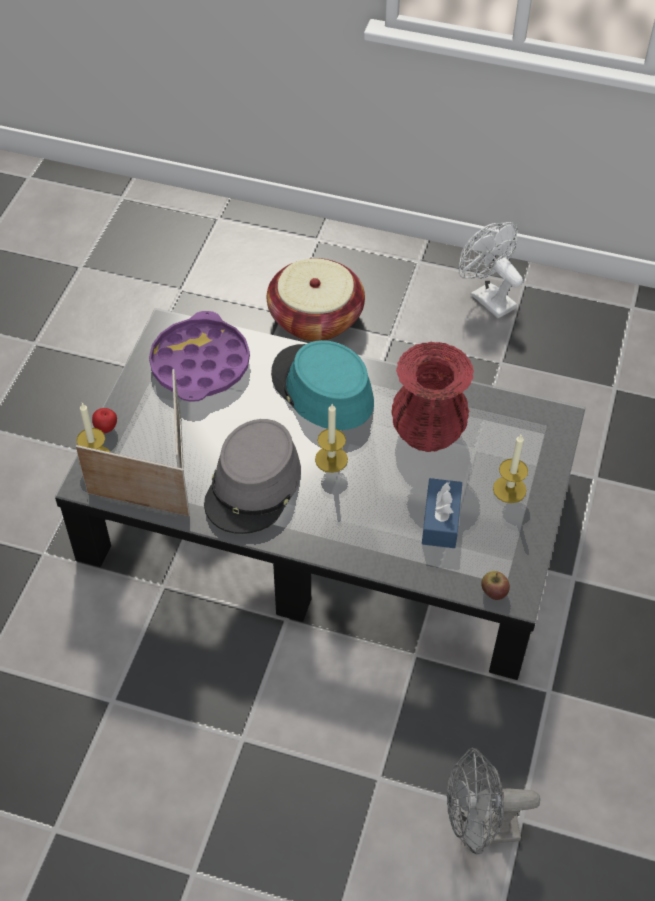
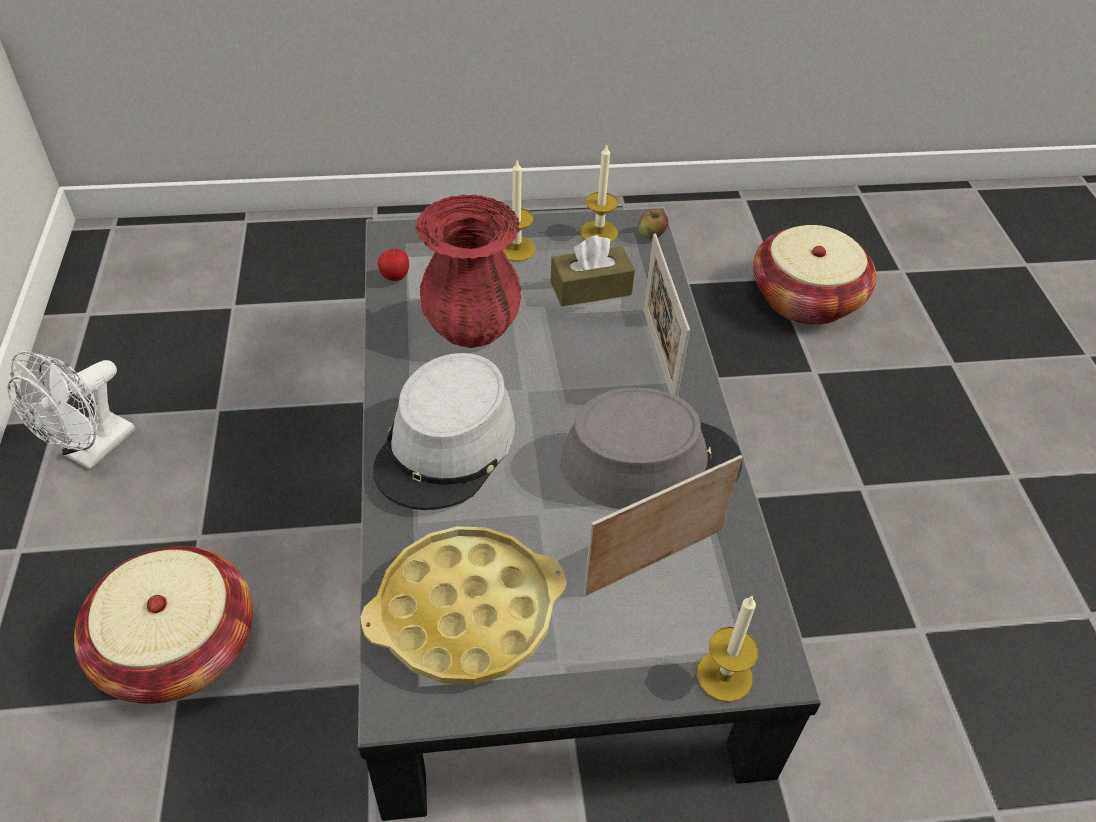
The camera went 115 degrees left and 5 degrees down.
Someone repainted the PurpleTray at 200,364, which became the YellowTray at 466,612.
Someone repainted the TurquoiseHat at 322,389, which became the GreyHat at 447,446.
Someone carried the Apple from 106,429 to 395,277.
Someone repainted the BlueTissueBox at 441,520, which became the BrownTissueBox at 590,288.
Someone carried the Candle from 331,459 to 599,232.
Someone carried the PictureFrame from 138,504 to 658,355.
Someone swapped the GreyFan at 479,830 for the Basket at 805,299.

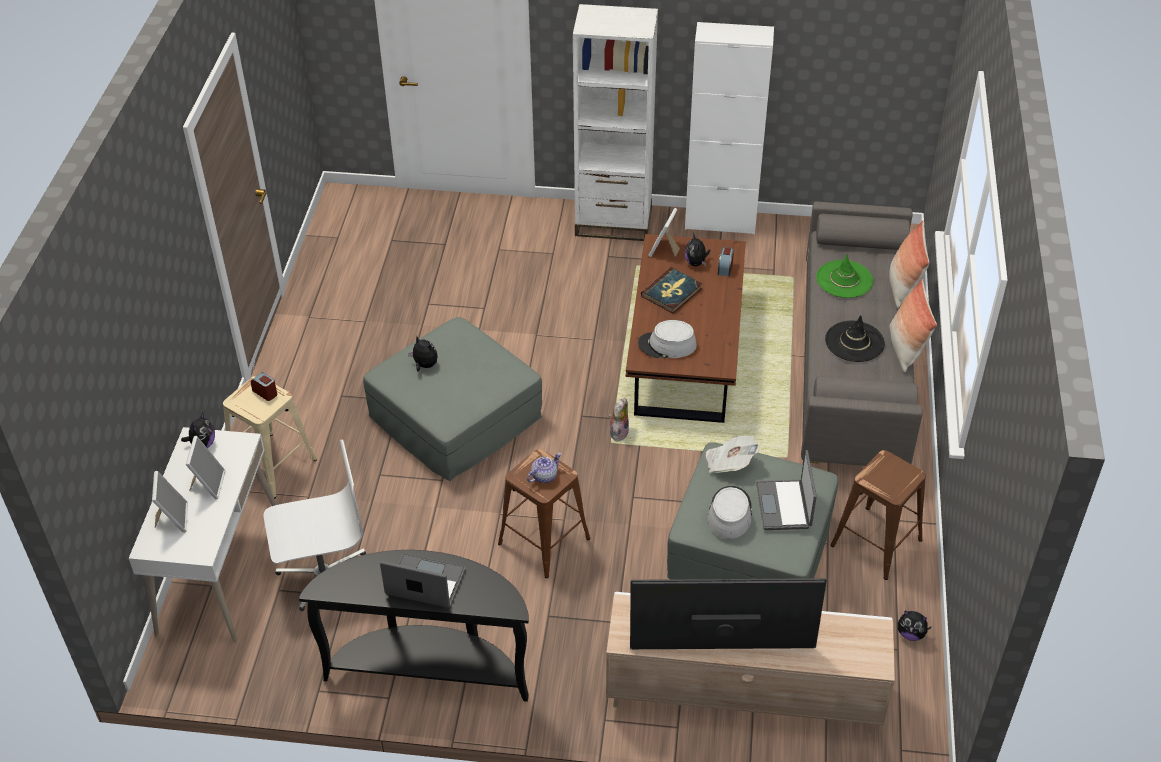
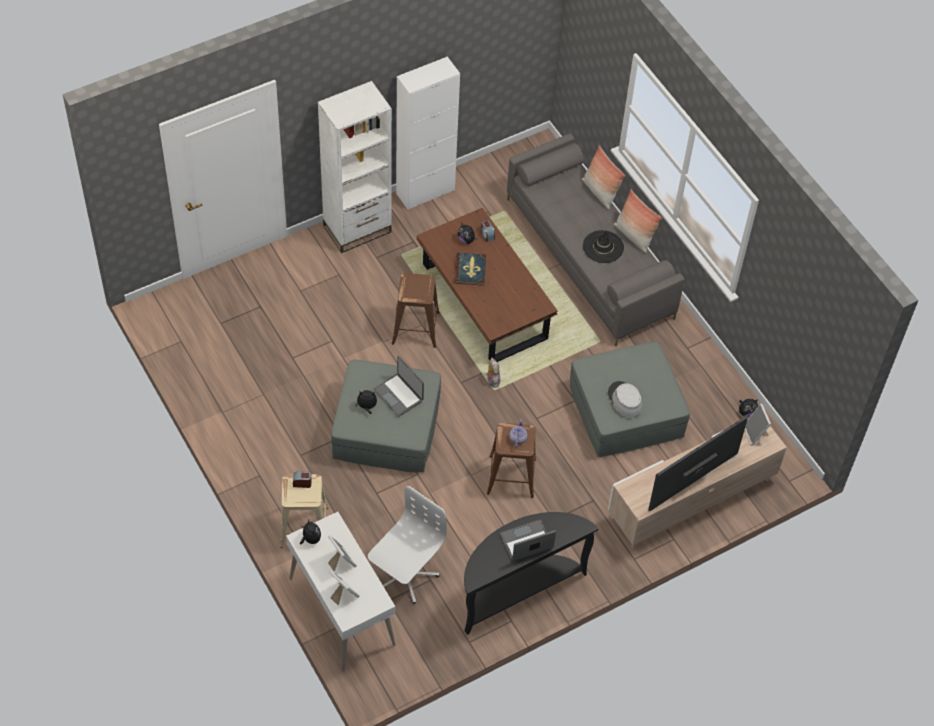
The camera went 40 degrees left and 10 degrees up.
Someone carried the Laptop from 785,506 to 399,395.
Someone carried the BrownStool from 877,543 to 416,328.
Someone carried the PictureFrame from 664,250 to 755,434.
Someone took away the GreyHat at 667,345.
Someone took away the Newspaper at 729,463.
Someone took away the GreenHat at 844,279.

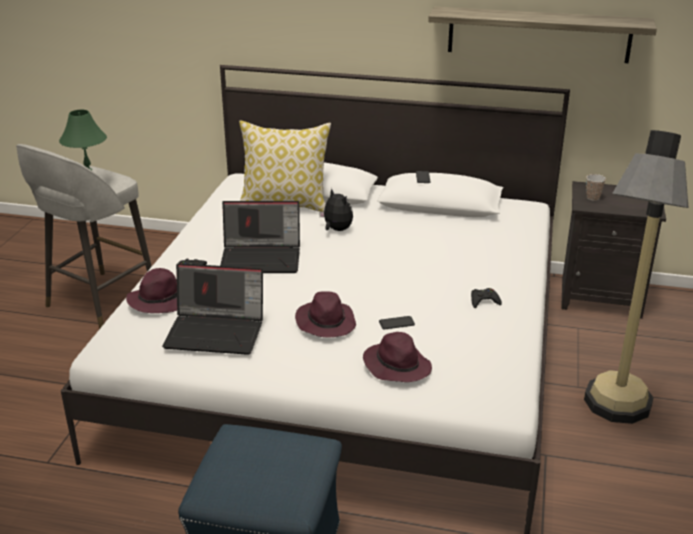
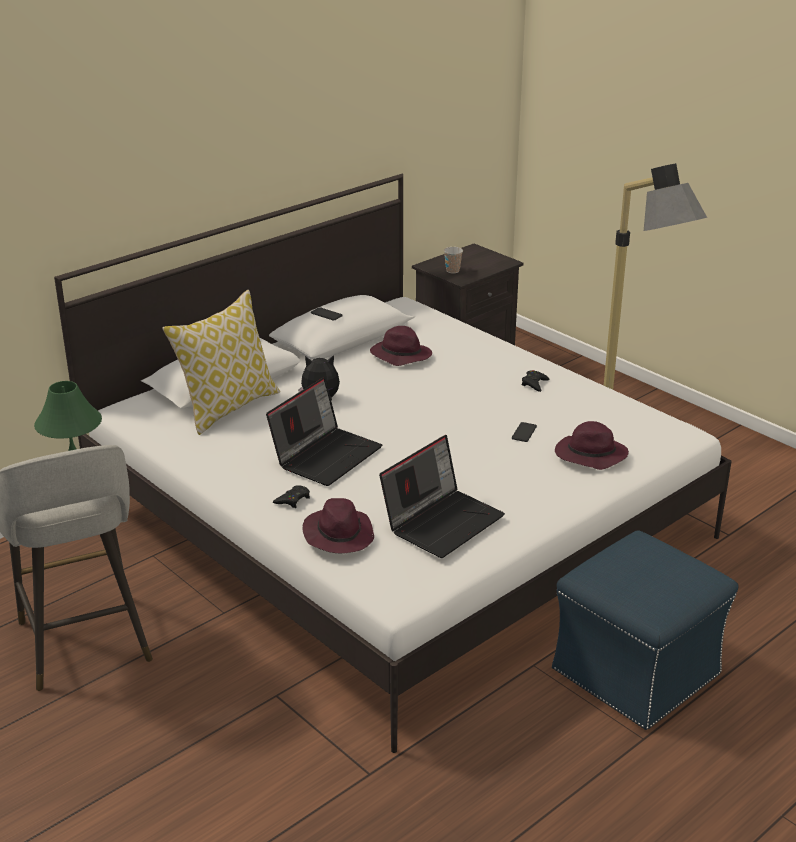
The camera went 55 degrees left and 0 degrees up.
Someone carried the PurpleHat from 325,322 to 400,355.
Someone took away the Shelf at 538,34.

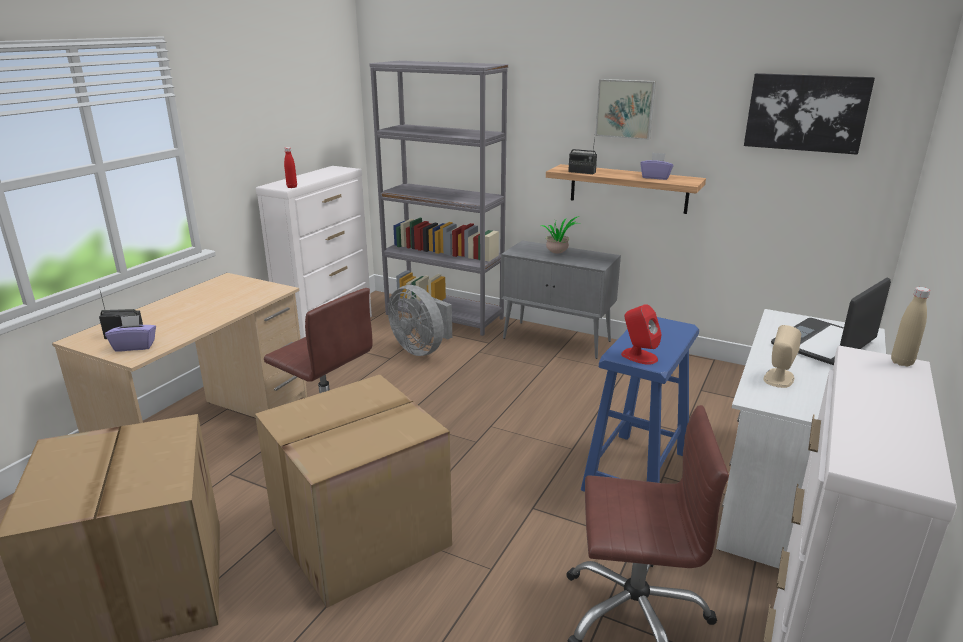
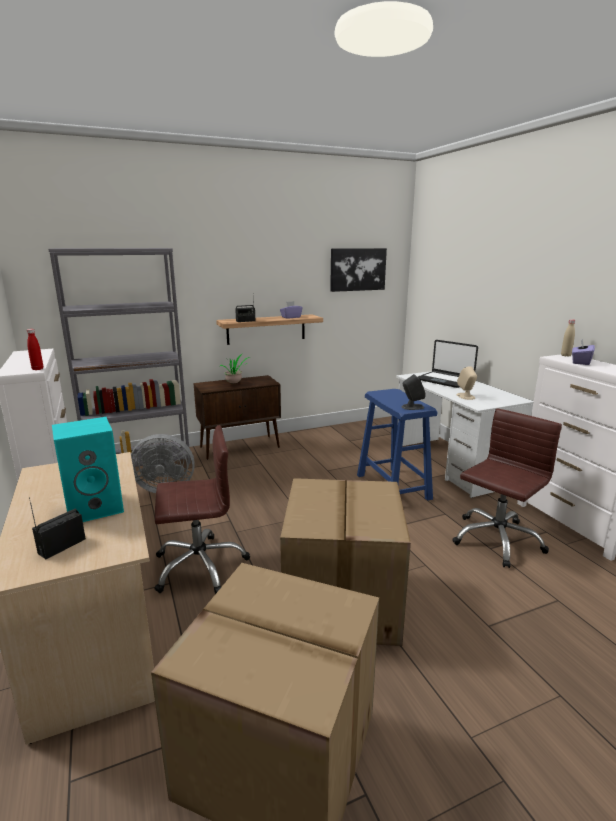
The camera went 50 degrees left and 5 degrees down.
Someone put down the TurquoiseSpeaker at 96,507.
Someone repainted the GreyCabinet at 557,340, which became the BrownCabinet at 240,447.
Someone repainted the RedSpeaker at 638,356, which became the GreySpeaker at 412,407.
Someone rotated the Laptop at 824,343 by 45 degrees counterclockwise.
Someone carried the PurpleTissueBox from 135,346 to 580,362.
Someone took away the Picture at 625,108.

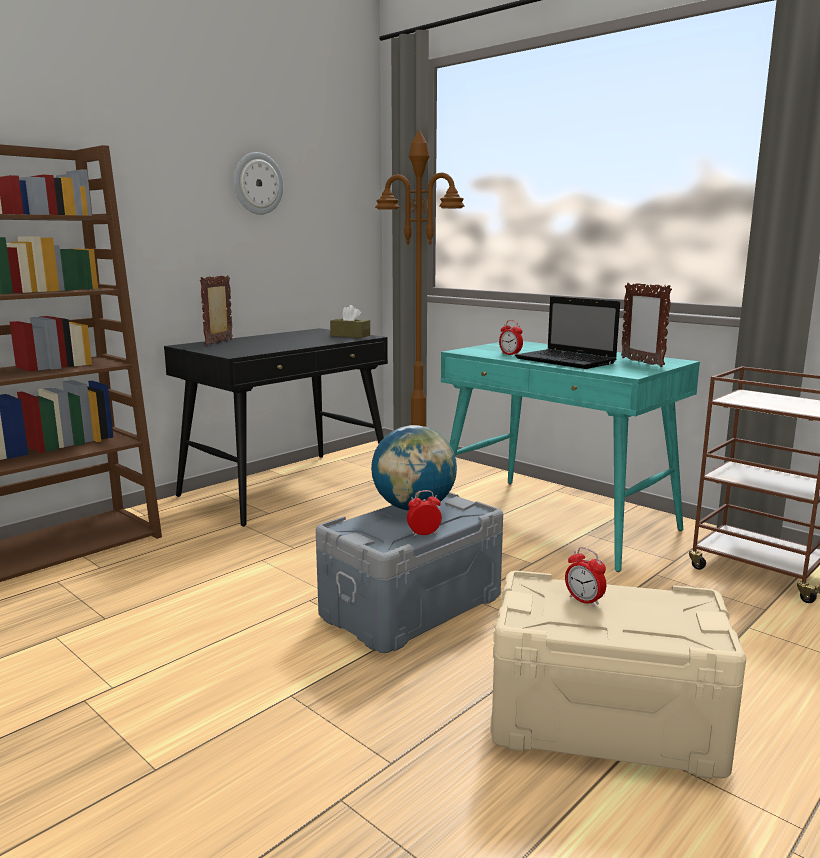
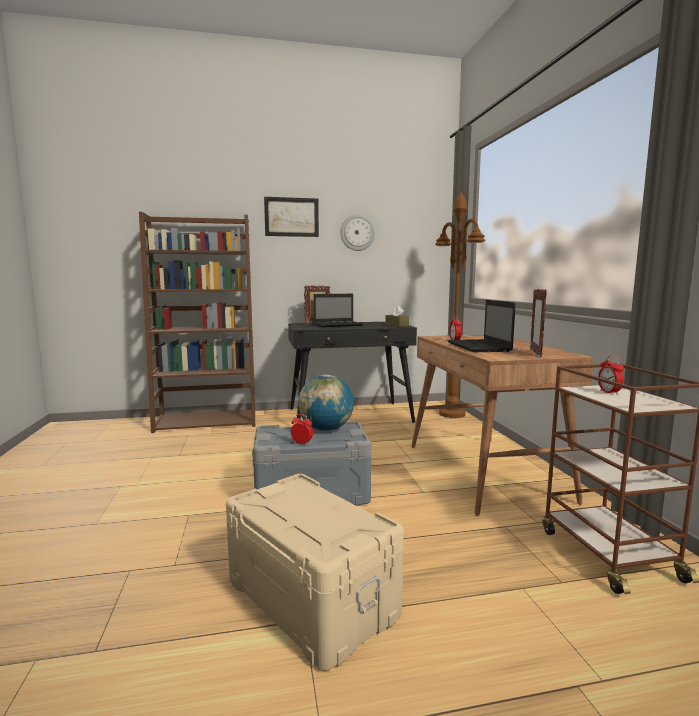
The camera went 35 degrees right and 5 degrees down.
Someone put up the Picture at 291,217.
Someone put down the Laptop at 339,325.
Someone repainted the TurquoiseDesk at 557,521, which became the BrownDesk at 485,472.
Someone carried the AlarmClock from 584,600 to 609,392.

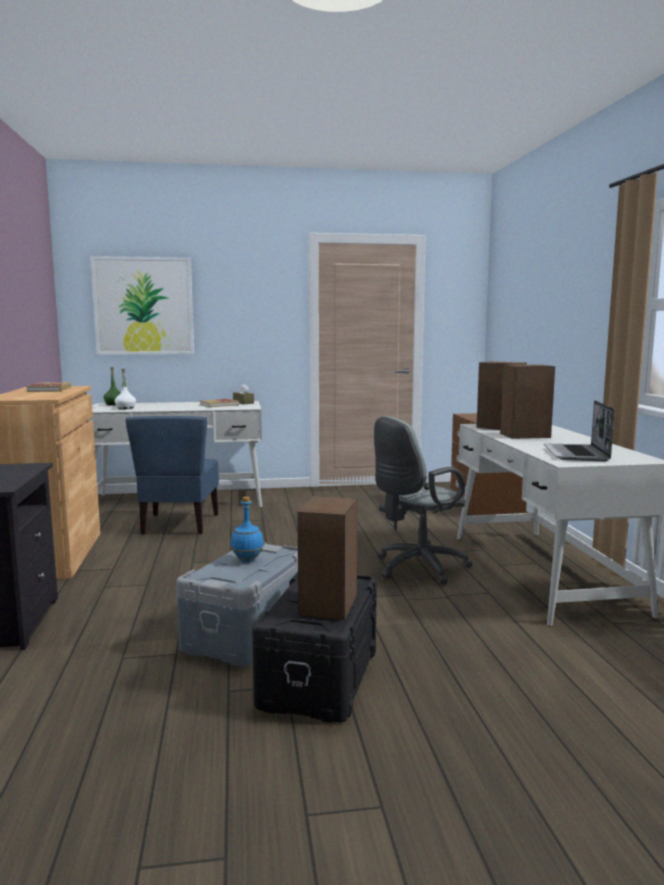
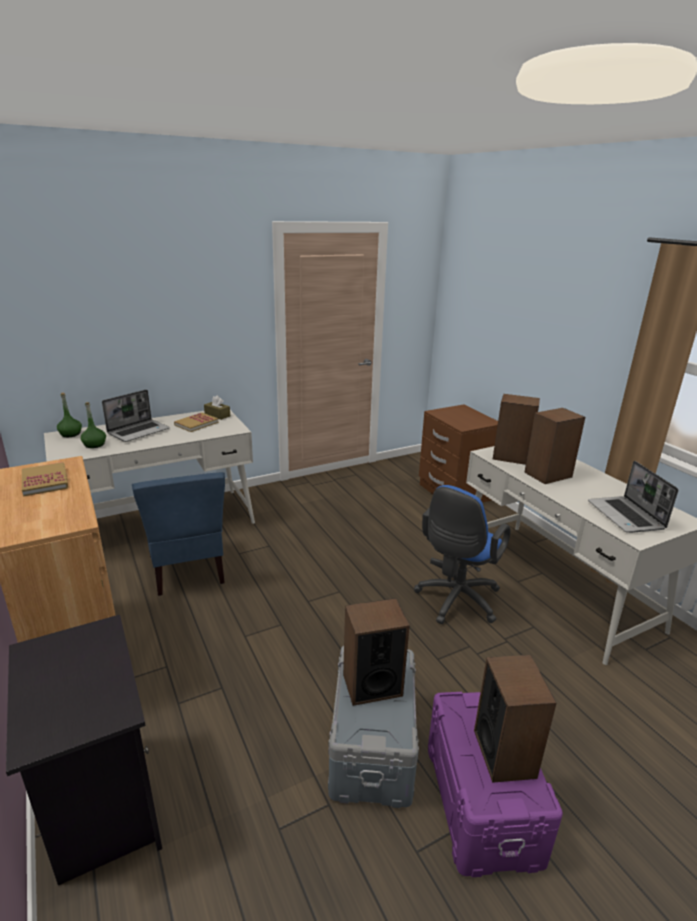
The camera went 20 degrees left and 15 degrees up.
Someone repainted the WhiteBottle at 125,408, which became the GreenBottle at 94,444.
Someone put down the Laptop at 139,431.
Someone swapped the BlueBottle at 248,560 for the Speaker at 372,685.
Someone repainted the GreyOfficeChair at 416,568, which became the BlueOfficeChair at 455,601.
Someone repainted the BlackStorageBox at 318,677, which became the PurpleStorageBox at 480,801.
Someone took away the Picture at 143,306.

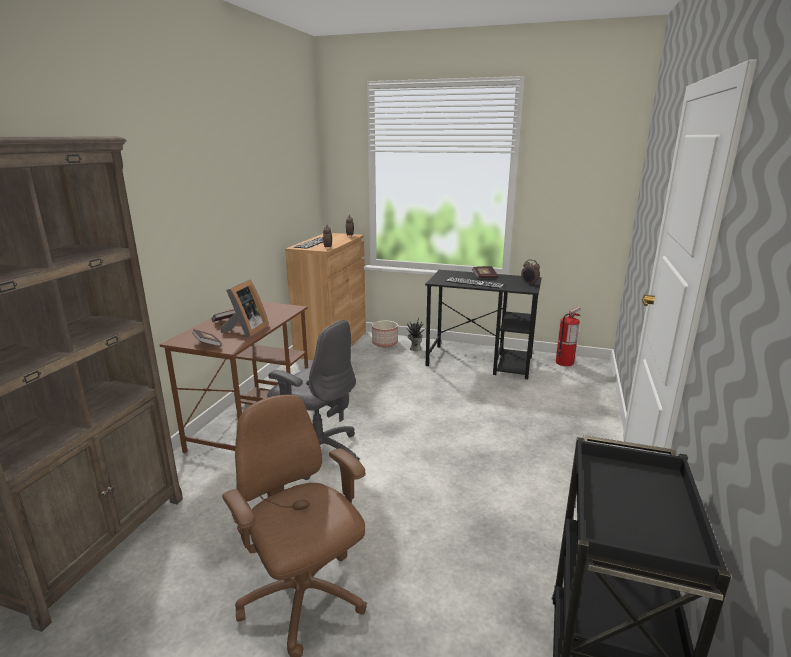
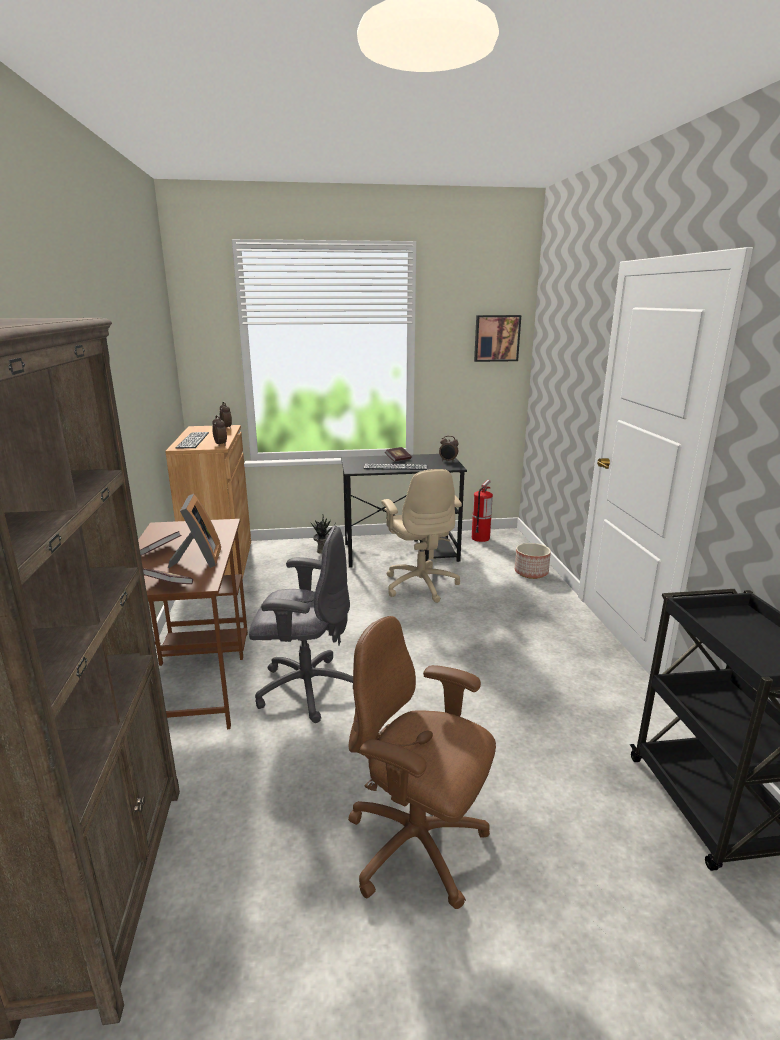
The camera went 25 degrees left and 0 degrees up.
Someone put down the BeigeOfficeChair at 420,584.
Someone put up the Picture at 496,338.
Someone carried the Planter from 385,343 to 531,573.

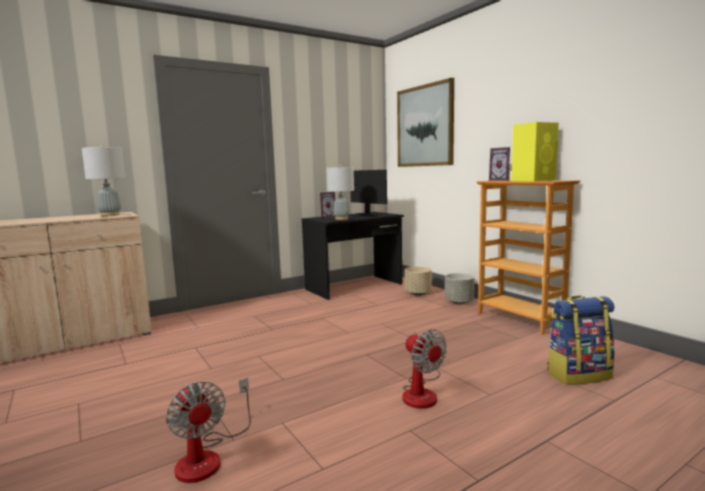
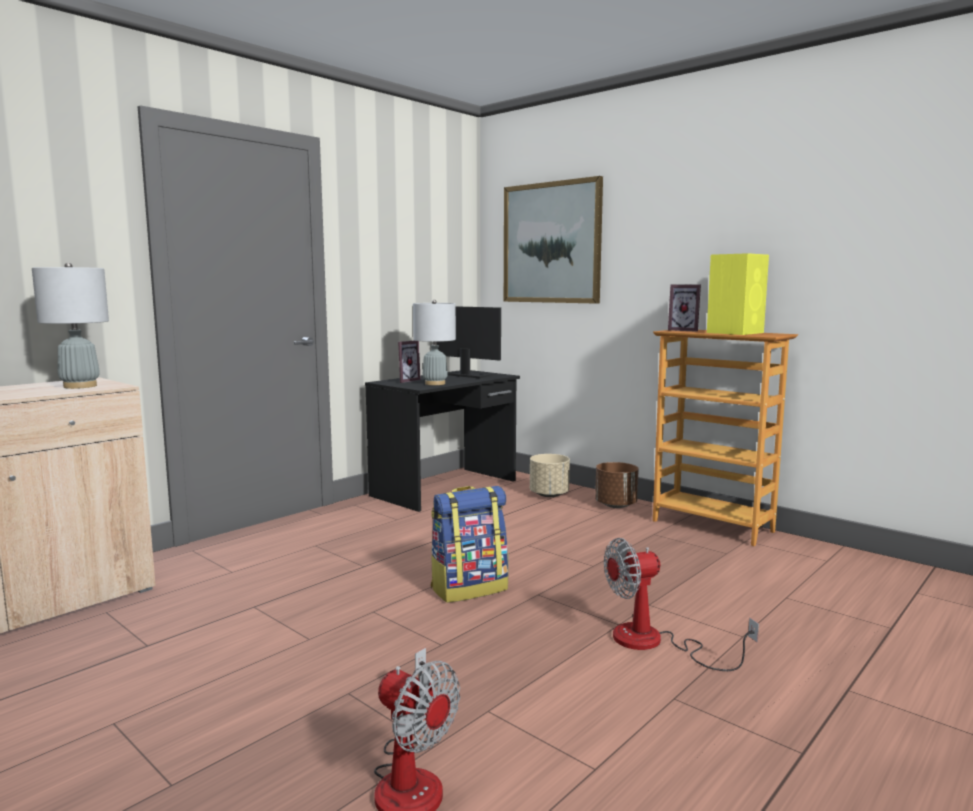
The camera went 15 degrees left and 0 degrees up.
Someone carried the Backpack from 578,375 to 469,588.
Someone repainted the GreyPlanter at 459,302, which became the BrownPlanter at 615,505.
Someone rotated the Fan at 422,392 by 120 degrees clockwise.

